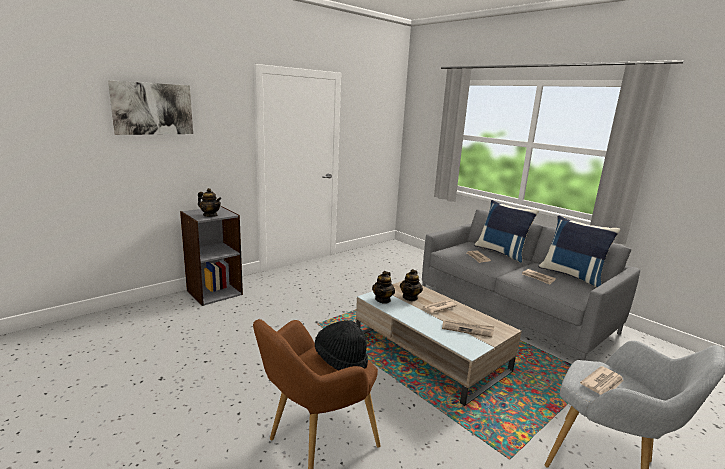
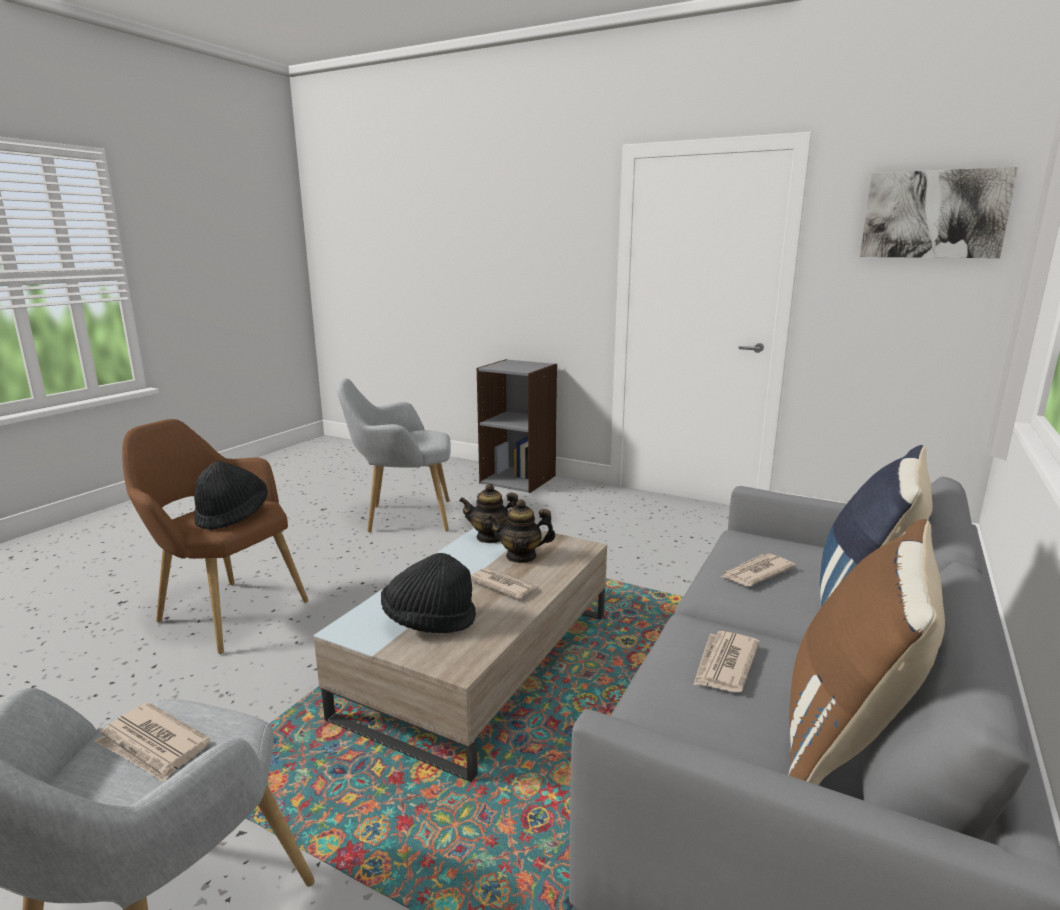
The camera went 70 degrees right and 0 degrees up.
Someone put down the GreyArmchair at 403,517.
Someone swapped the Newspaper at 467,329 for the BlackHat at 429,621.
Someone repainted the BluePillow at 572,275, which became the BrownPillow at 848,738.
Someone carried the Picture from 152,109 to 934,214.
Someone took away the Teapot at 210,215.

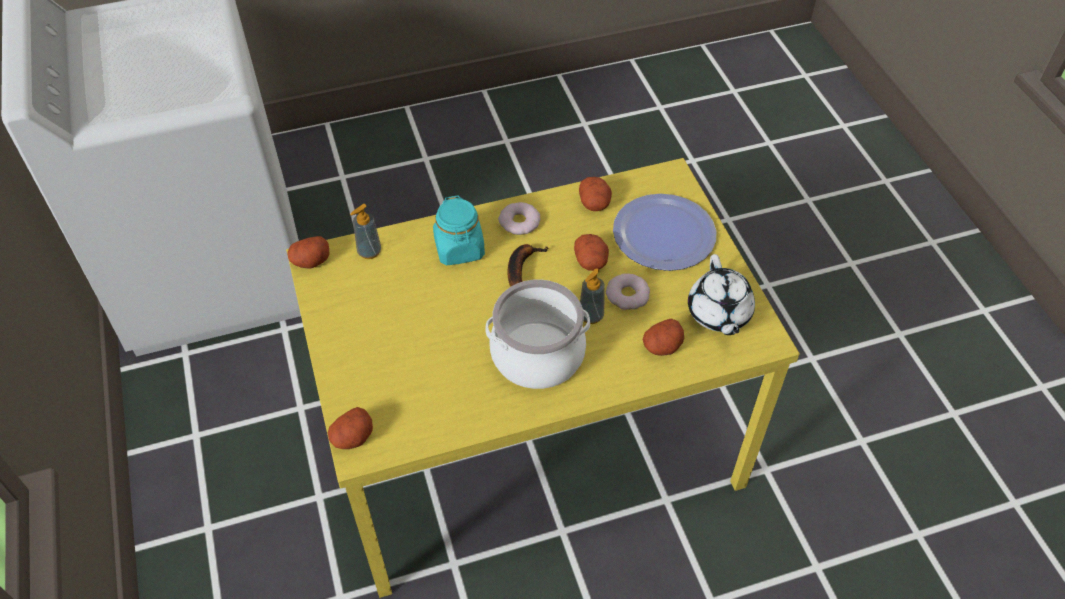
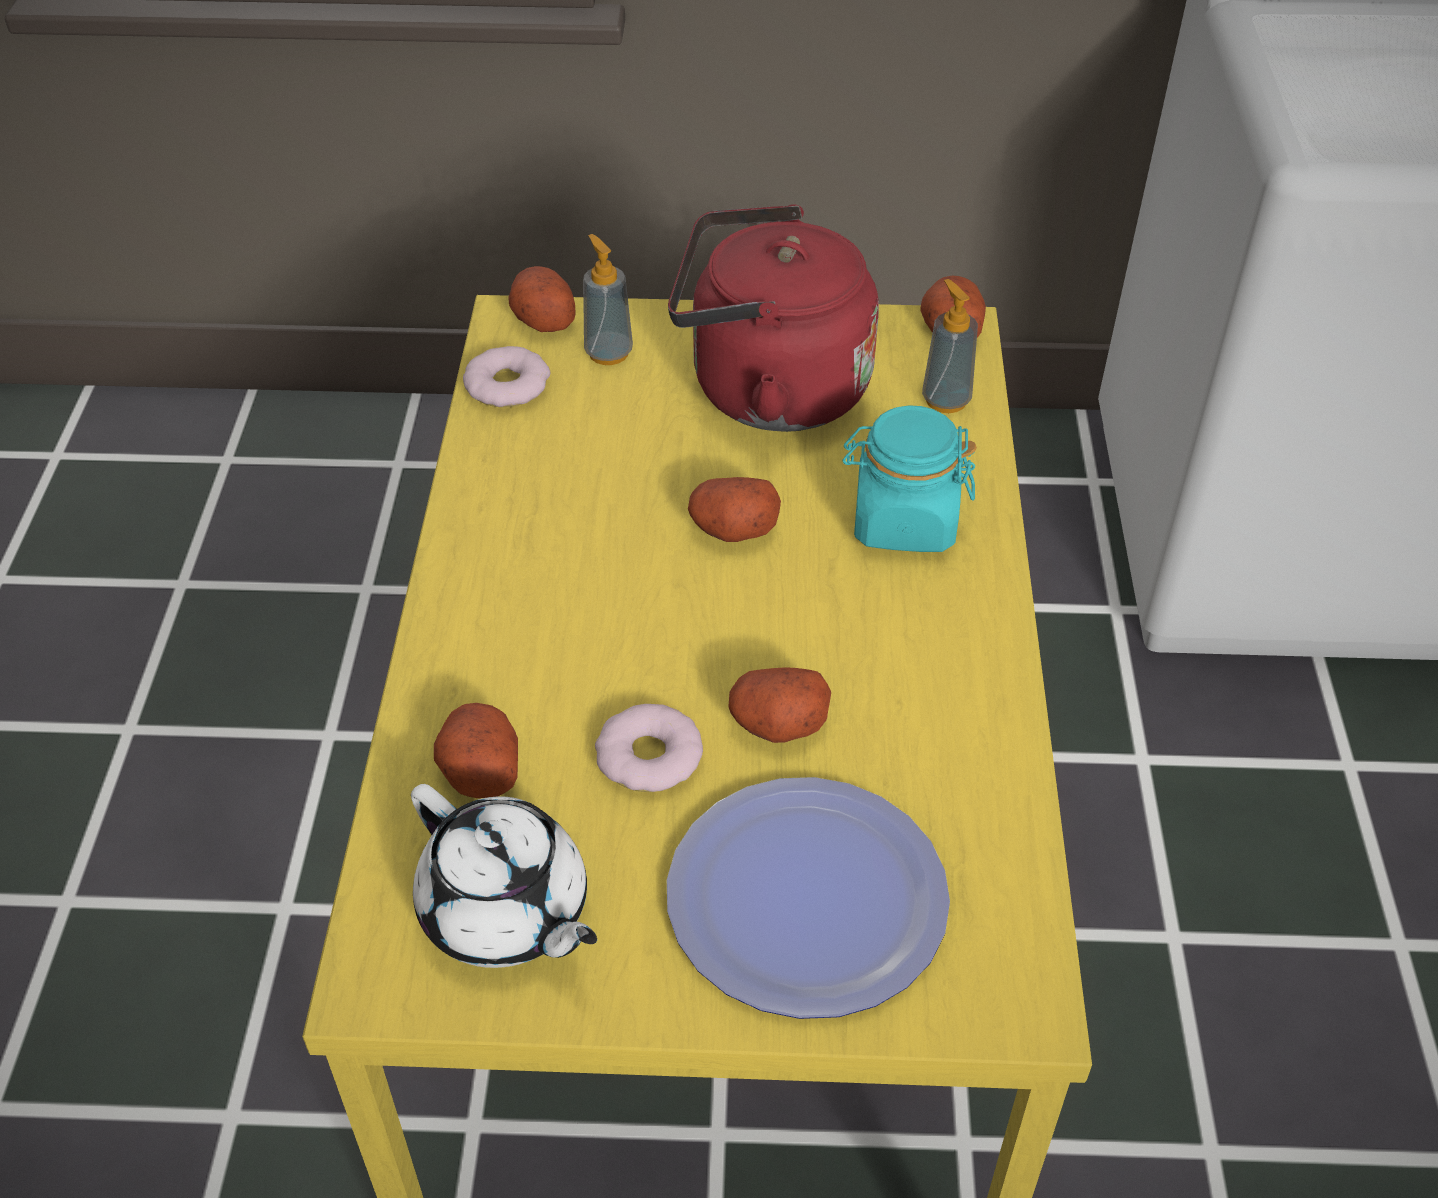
The camera went 110 degrees right and 5 degrees down.
Someone rotated the WhiteTeapot at 719,313 by 150 degrees counterclockwise.
Someone carried the Donut from 519,222 to 507,385.
Someone carried the SoapDispenser from 591,316 to 608,353.
Someone put down the RedKettle at 768,389.
Someone carried the Potato from 595,203 to 732,528.
Someone took away the CookingPot at 537,354.
Someone took away the Banana at 521,268.

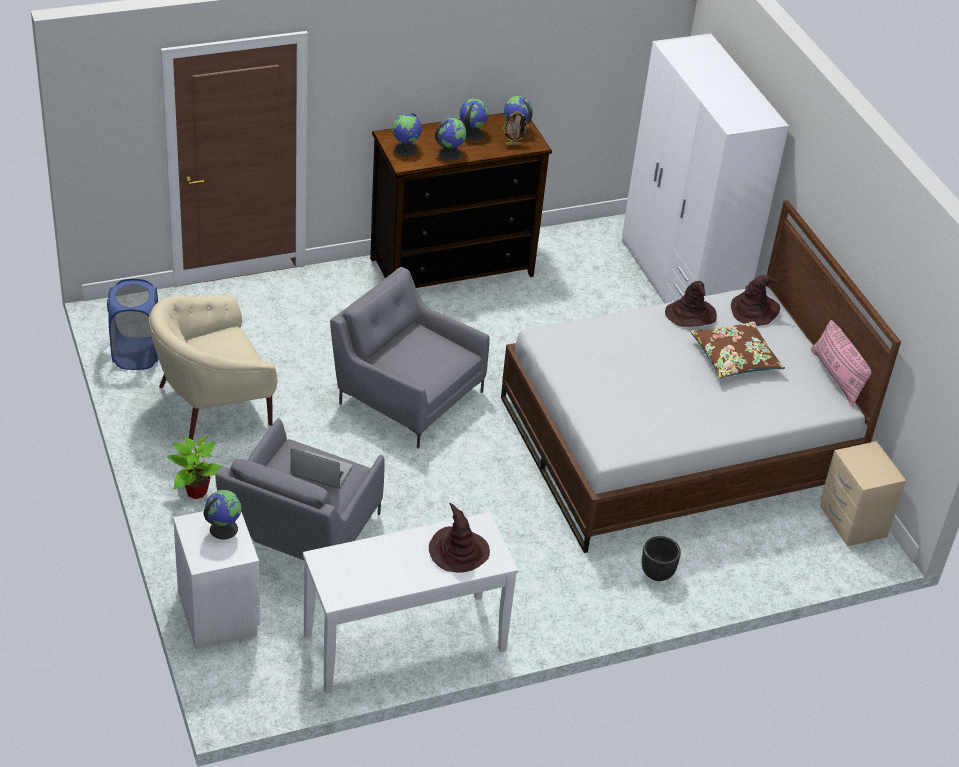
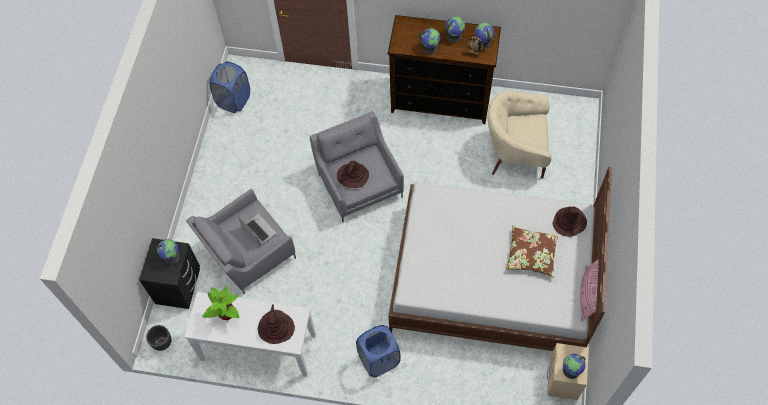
The camera went 35 degrees right and 20 degrees up.
Someone repainted the WhiteNightstand at 219,613, which became the BlackNightstand at 179,286.
Someone carried the BlackPlanter from 657,573 to 163,343.
Someone carried the PottedPlant from 196,491 to 226,314.
Someone carried the BrownHat from 691,315 to 352,176.
Someone put down the BlueLaundryBasket at 379,360.
Someone carried the BeigeArmchair from 213,404 to 516,152.
Someone carried the Globe from 406,149 to 571,370.
Someone took away the WhiteWardrobe at 680,285.

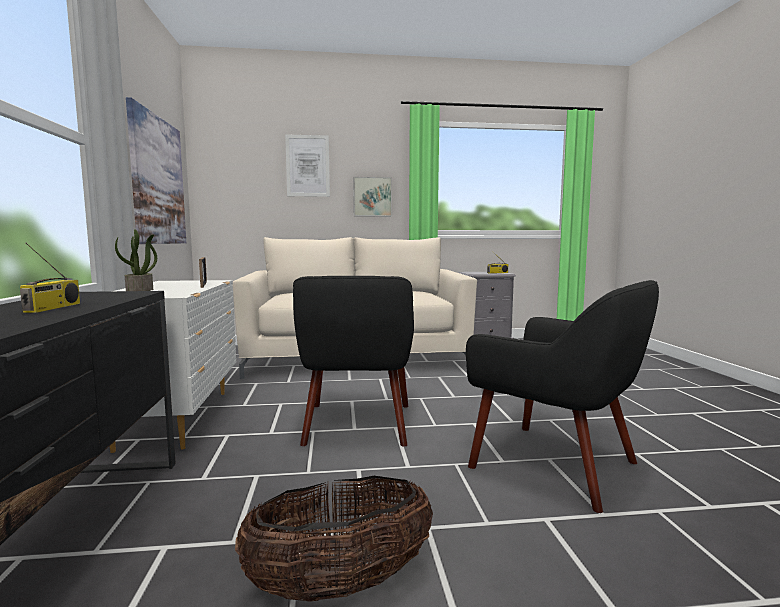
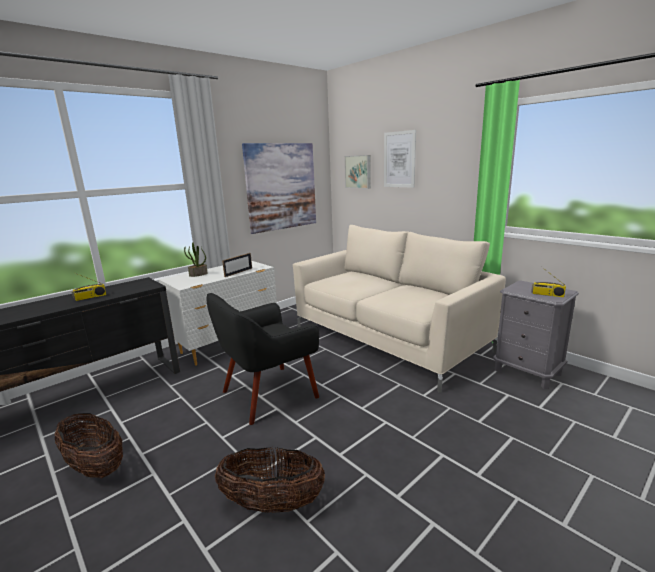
The camera went 55 degrees right and 10 degrees up.
Someone swapped the BlackArmchair at 556,464 for the Basket at 272,503.
Someone carried the Picture from 372,197 to 358,171.

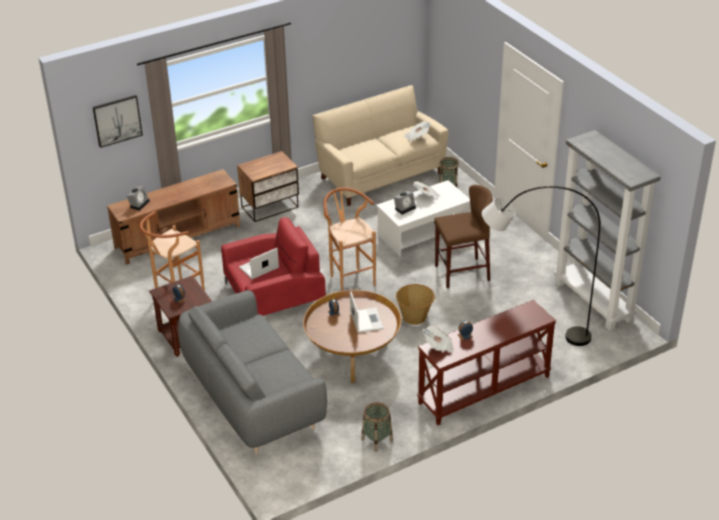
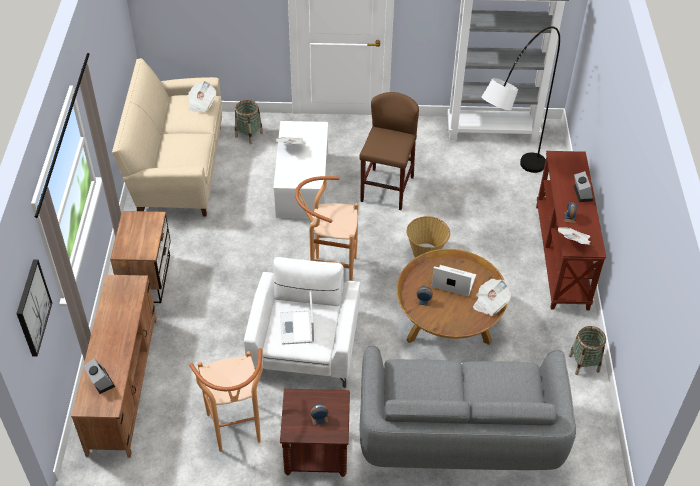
The camera went 60 degrees left and 10 degrees up.
Someone repainted the RedArmchair at 274,295, which became the WhiteArmchair at 304,343.
Someone put down the Newspaper at 490,303.
Someone carried the AlarmClock from 405,208 to 581,193.

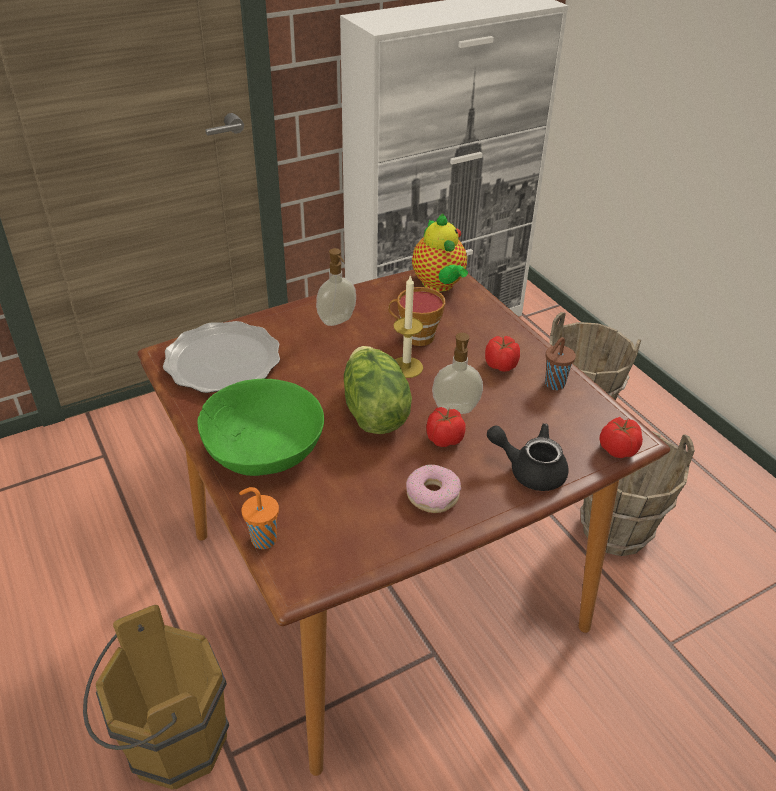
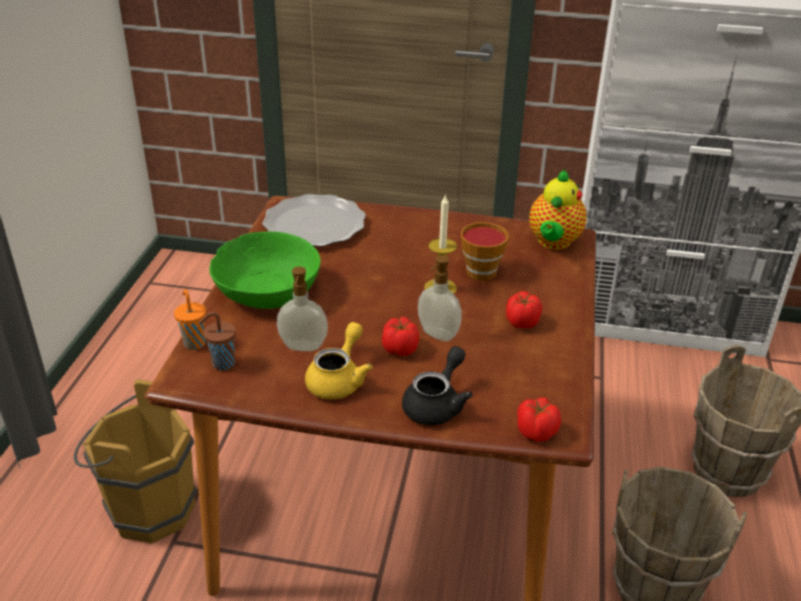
The camera went 40 degrees right and 5 degrees down.
Someone carried the BrownCup from 553,384 to 222,364.
Someone carried the SoapDispenser from 337,321 to 303,347.
Someone swapped the Donut at 433,495 for the YellowTeapot at 339,379.
Someone rotated the BlackTeapot at 529,470 by 60 degrees clockwise.
Someone took away the Lettuce at 373,412.

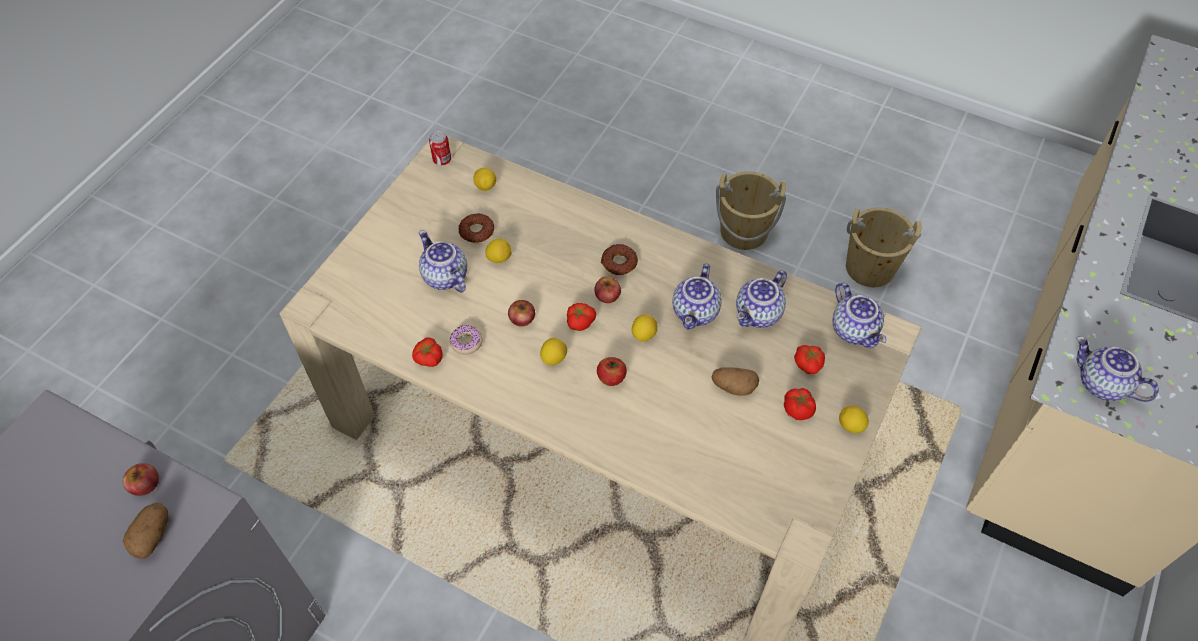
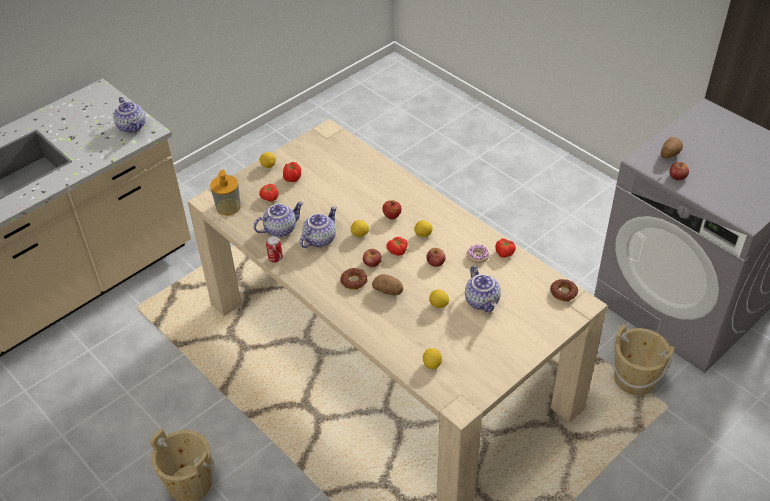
The camera went 160 degrees left and 10 degrees down.
Someone swapped the Teapot at 855,330 for the SoapDispenser at 228,207.
Someone carried the Can from 442,160 to 275,258.
Someone carried the Potato from 733,387 to 388,291.
Someone carried the Donut from 476,231 to 563,292.
Someone carried the BeigeBucket from 870,268 to 634,379.

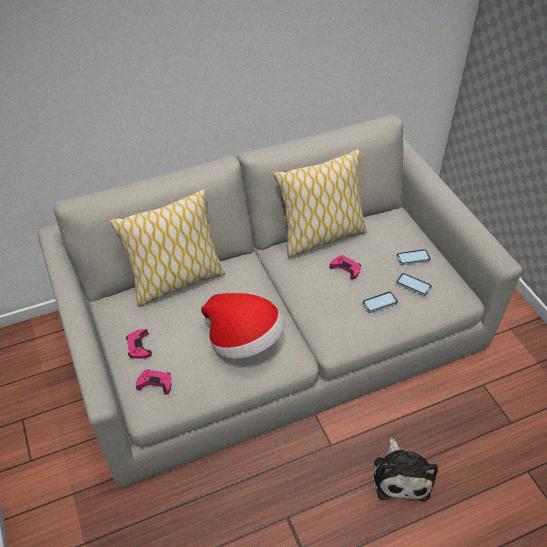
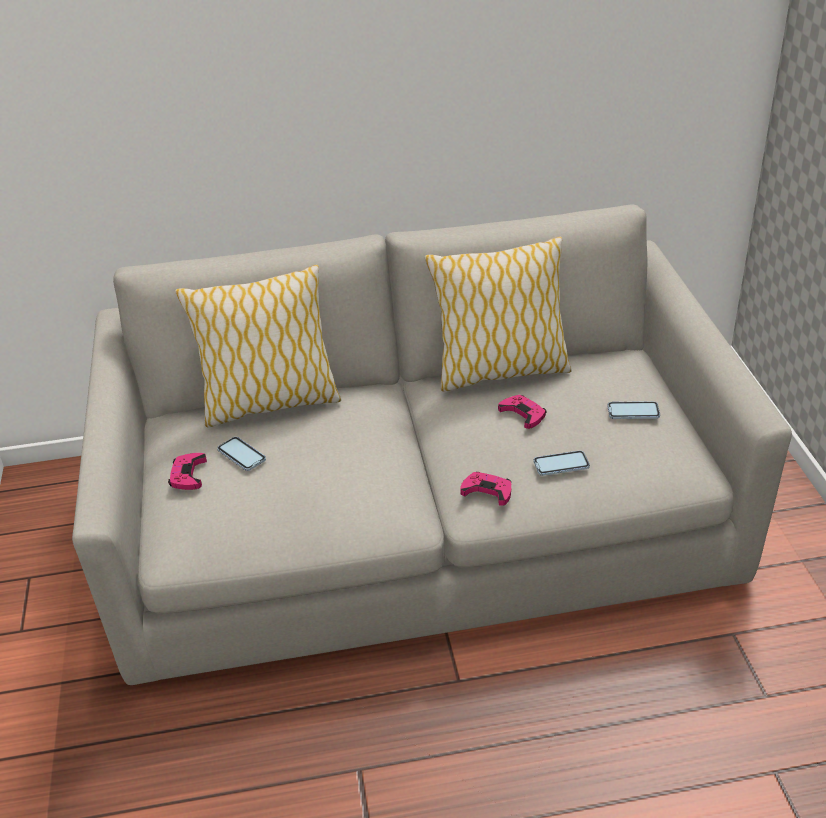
The camera went 15 degrees right and 10 degrees down.
Someone carried the Phone from 413,285 to 241,455.
Someone carried the PinkGameController from 155,383 to 487,491.
Someone took away the Hat at 244,341.
Someone took away the PlushToy at 401,475.

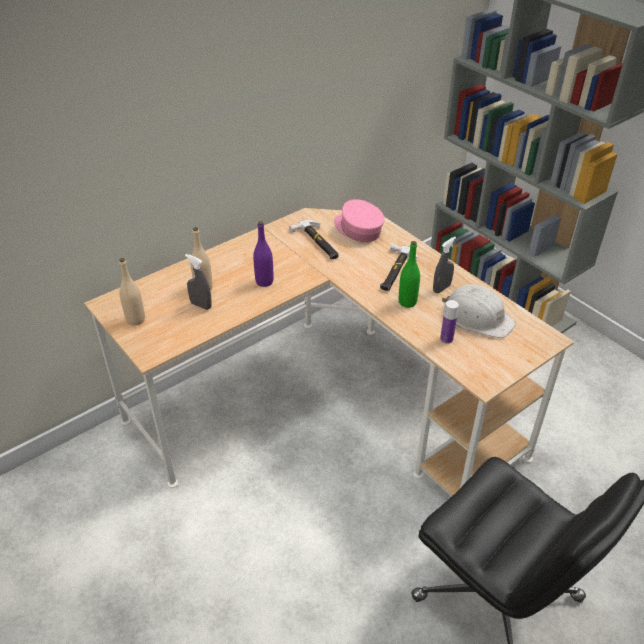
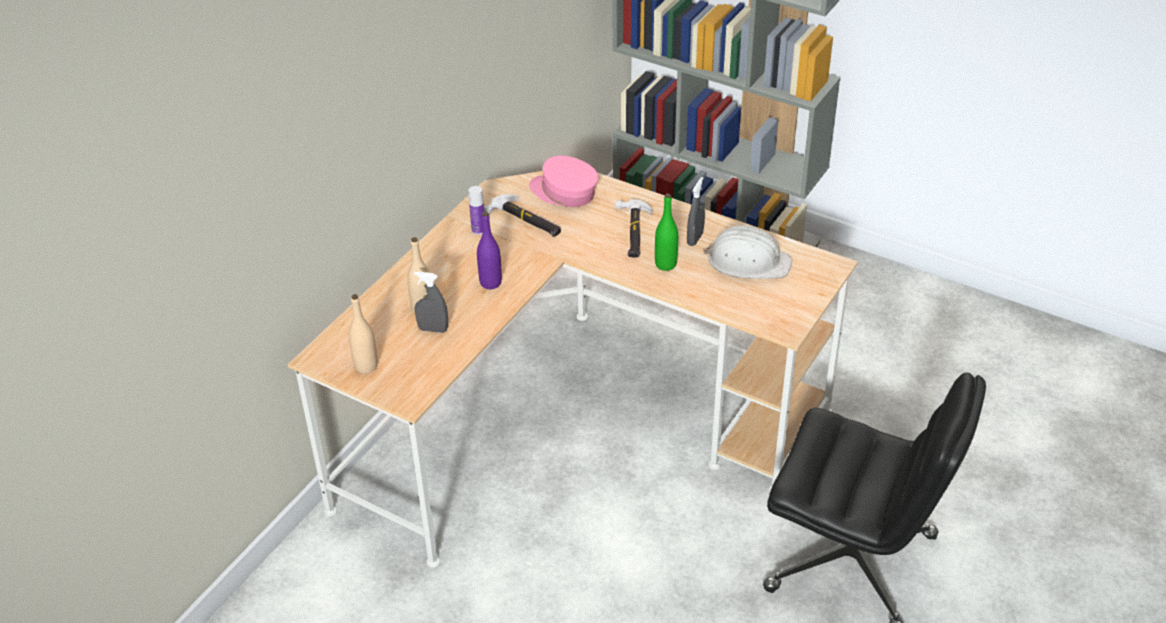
The camera went 20 degrees left and 0 degrees up.
Someone carried the Bottle from 446,339 to 478,230.

